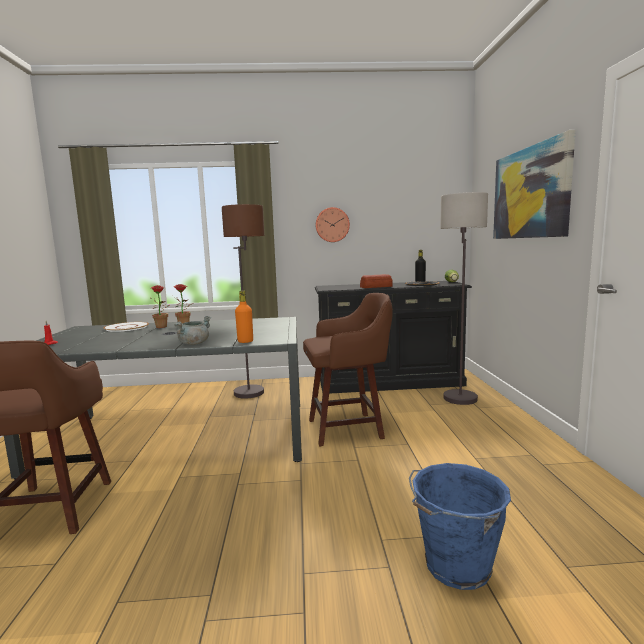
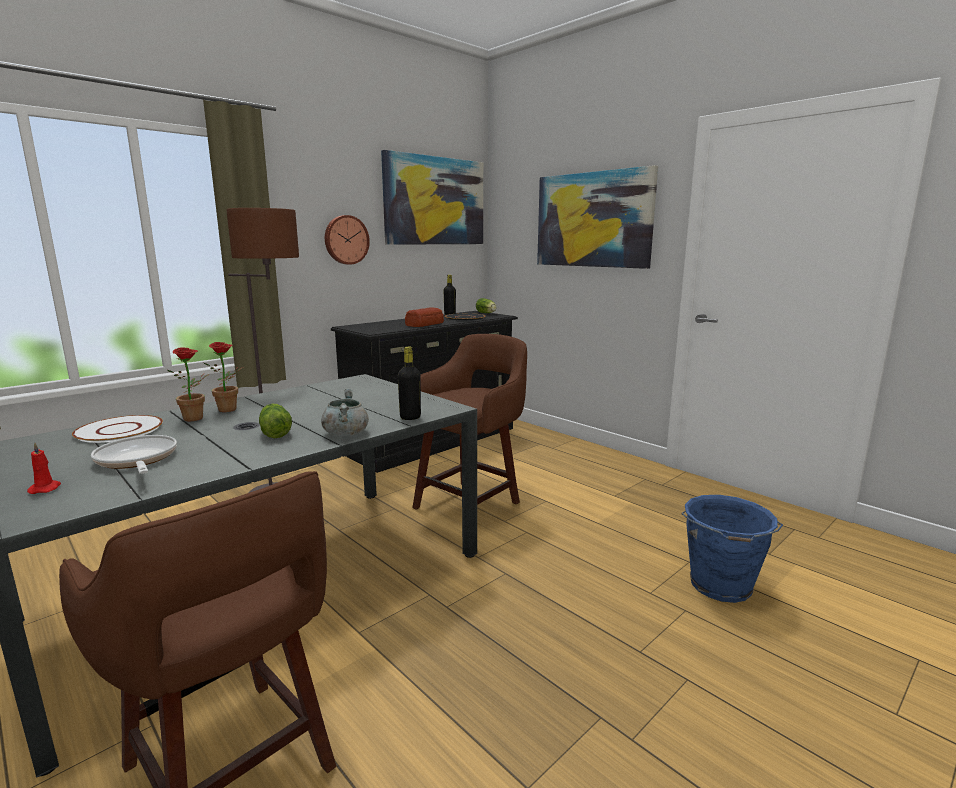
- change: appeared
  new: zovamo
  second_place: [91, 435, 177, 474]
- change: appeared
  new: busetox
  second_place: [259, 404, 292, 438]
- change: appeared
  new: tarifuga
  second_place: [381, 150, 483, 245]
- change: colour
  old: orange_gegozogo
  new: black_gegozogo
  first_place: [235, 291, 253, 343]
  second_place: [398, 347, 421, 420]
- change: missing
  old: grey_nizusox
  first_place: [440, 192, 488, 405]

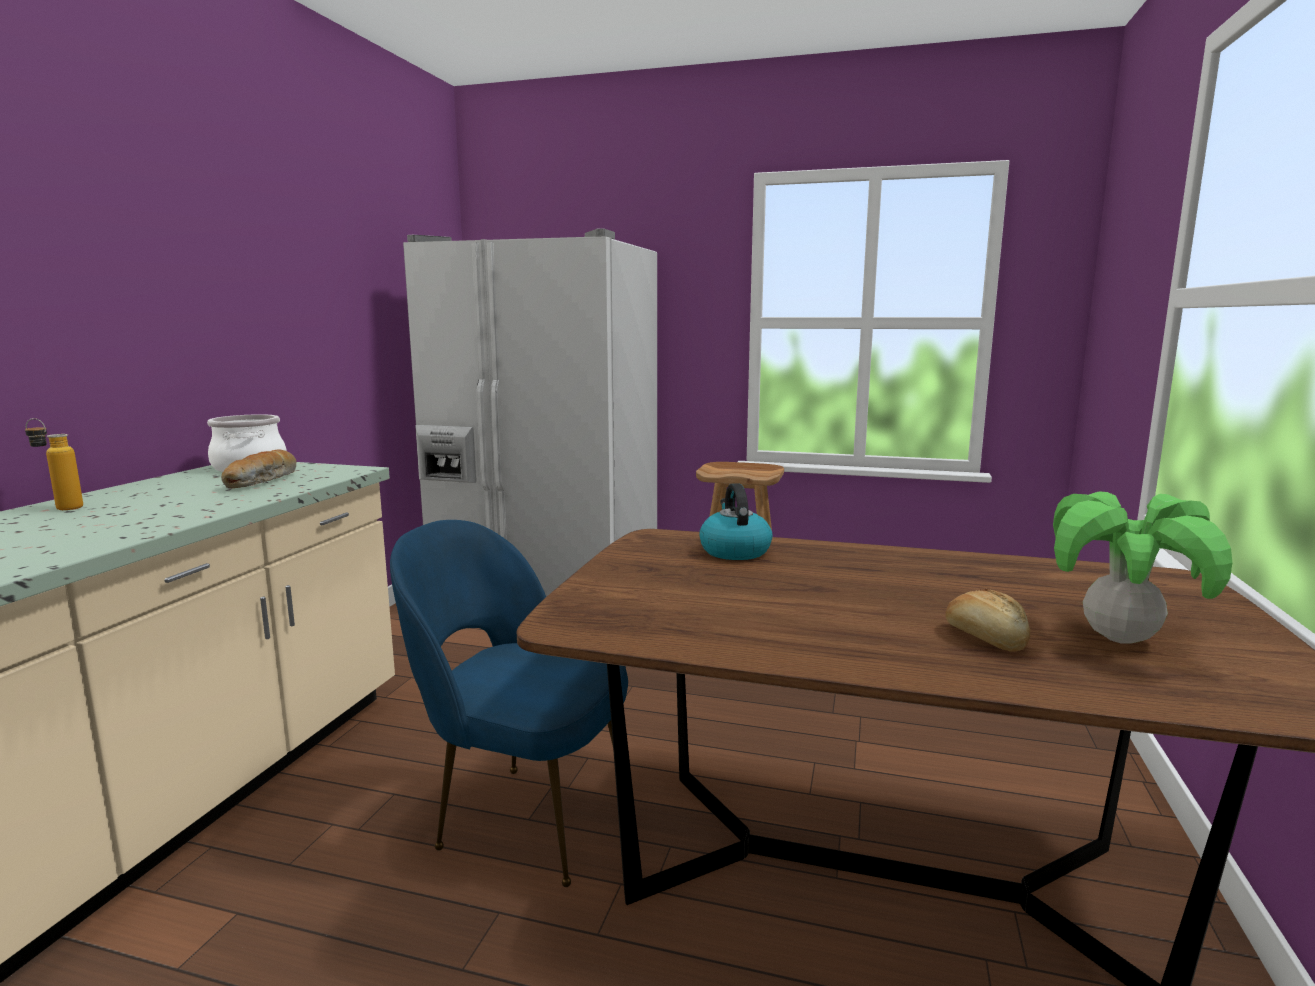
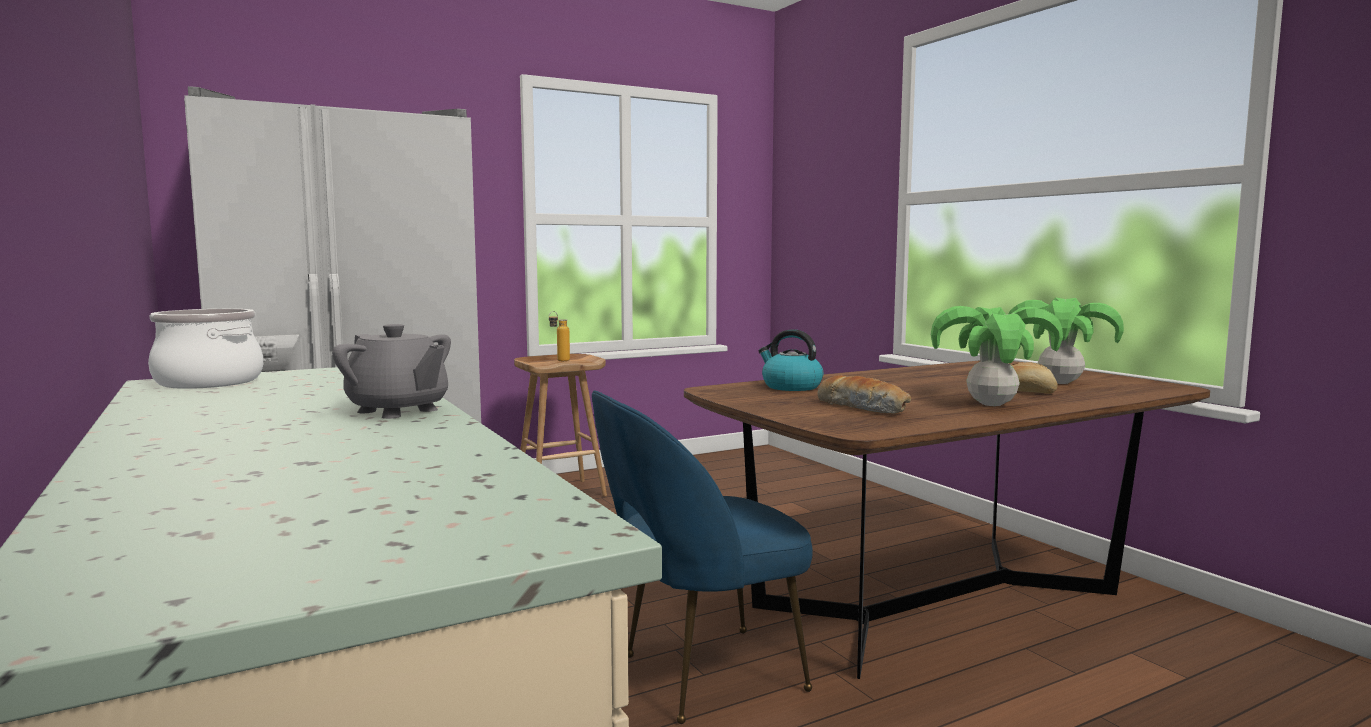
- change: appeared
  new: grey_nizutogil
  second_place: [332, 324, 451, 419]
- change: relocated
  old: gegozogo
  first_place: [25, 418, 83, 510]
  second_place: [549, 311, 570, 361]
- change: relocated
  old: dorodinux
  first_place: [221, 449, 297, 488]
  second_place: [818, 375, 911, 414]
- change: appeared
  new: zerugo
  second_place: [930, 306, 1063, 406]

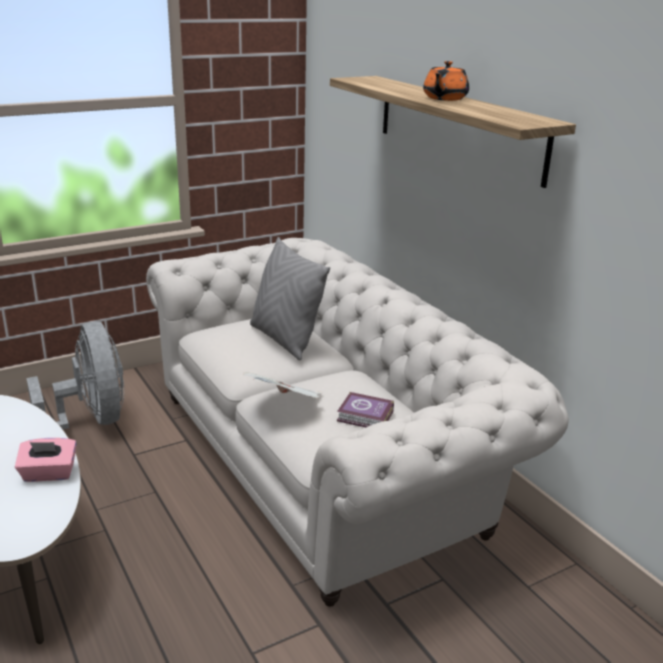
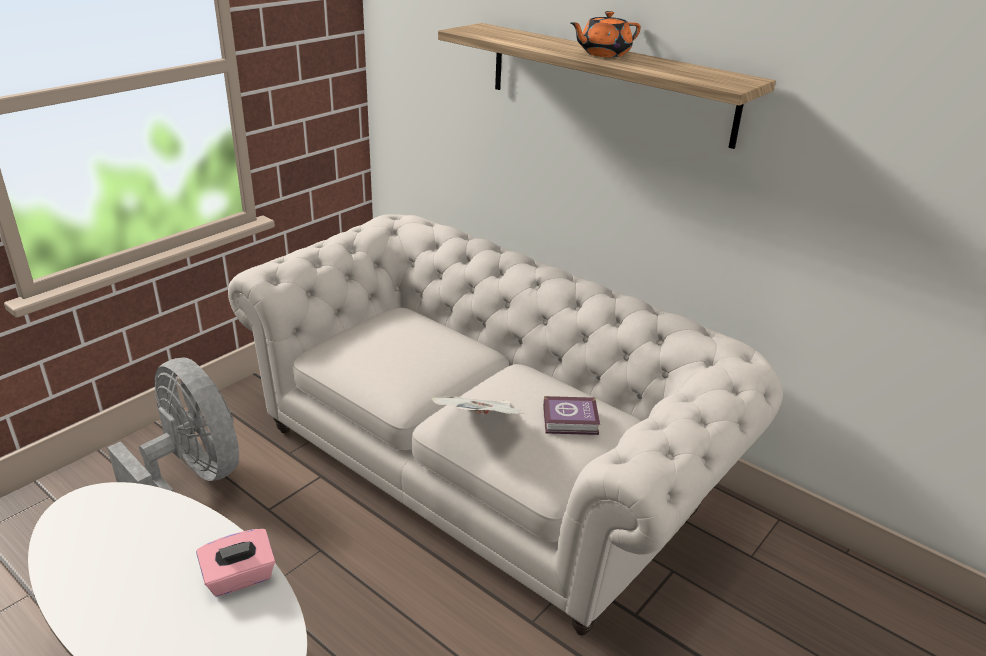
- change: spun
  old: orange_nizutogil
  first_place: [423, 61, 469, 101]
  second_place: [571, 11, 641, 57]
  degrees: 60
- change: missing
  old: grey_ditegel
  first_place: [250, 237, 330, 360]

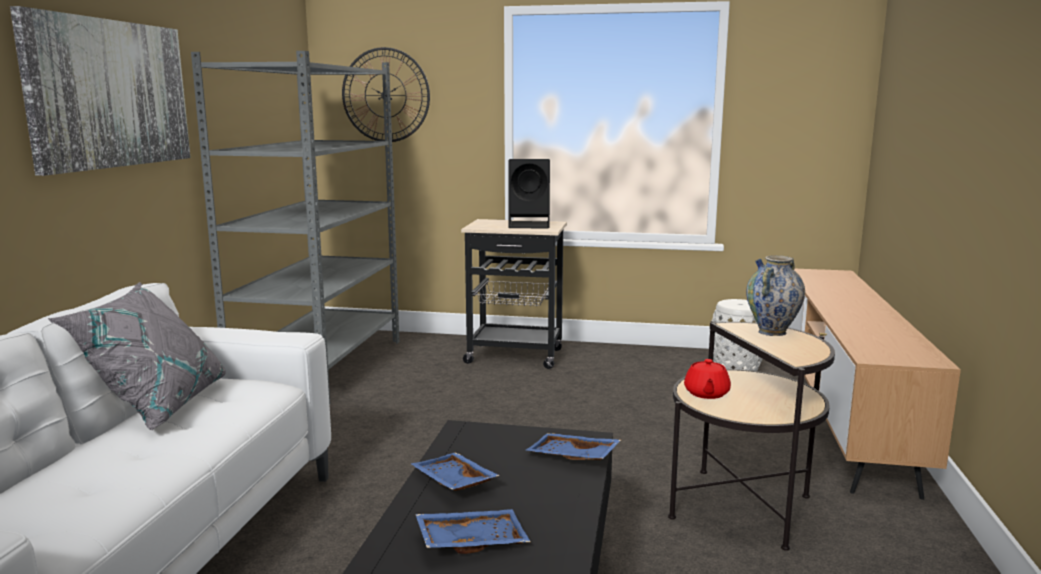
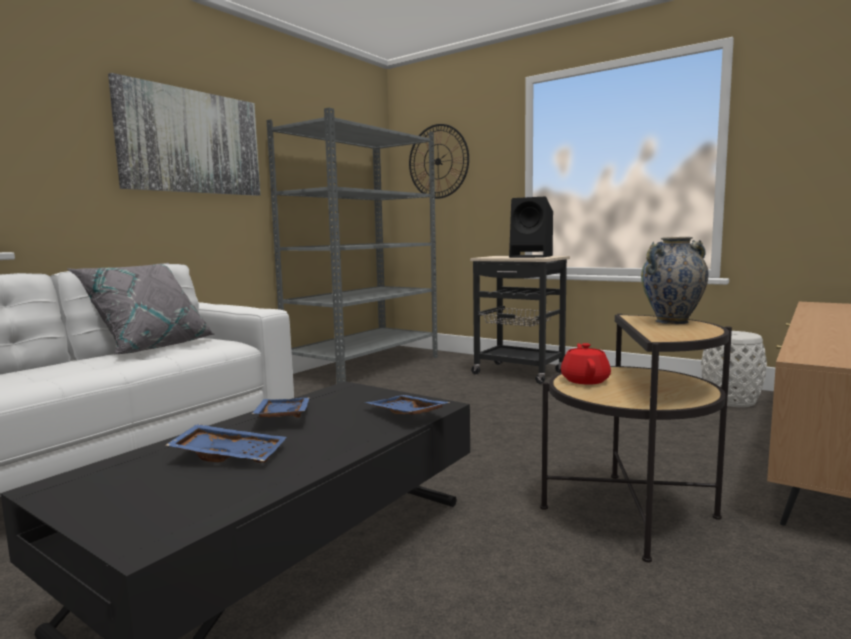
- change: spun
  old: red_nizutogil
  first_place: [684, 359, 731, 399]
  second_place: [561, 343, 611, 385]
  degrees: 150

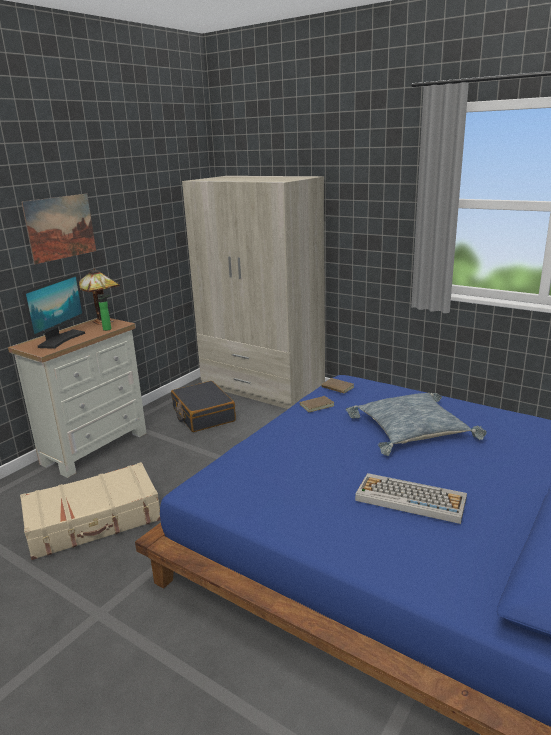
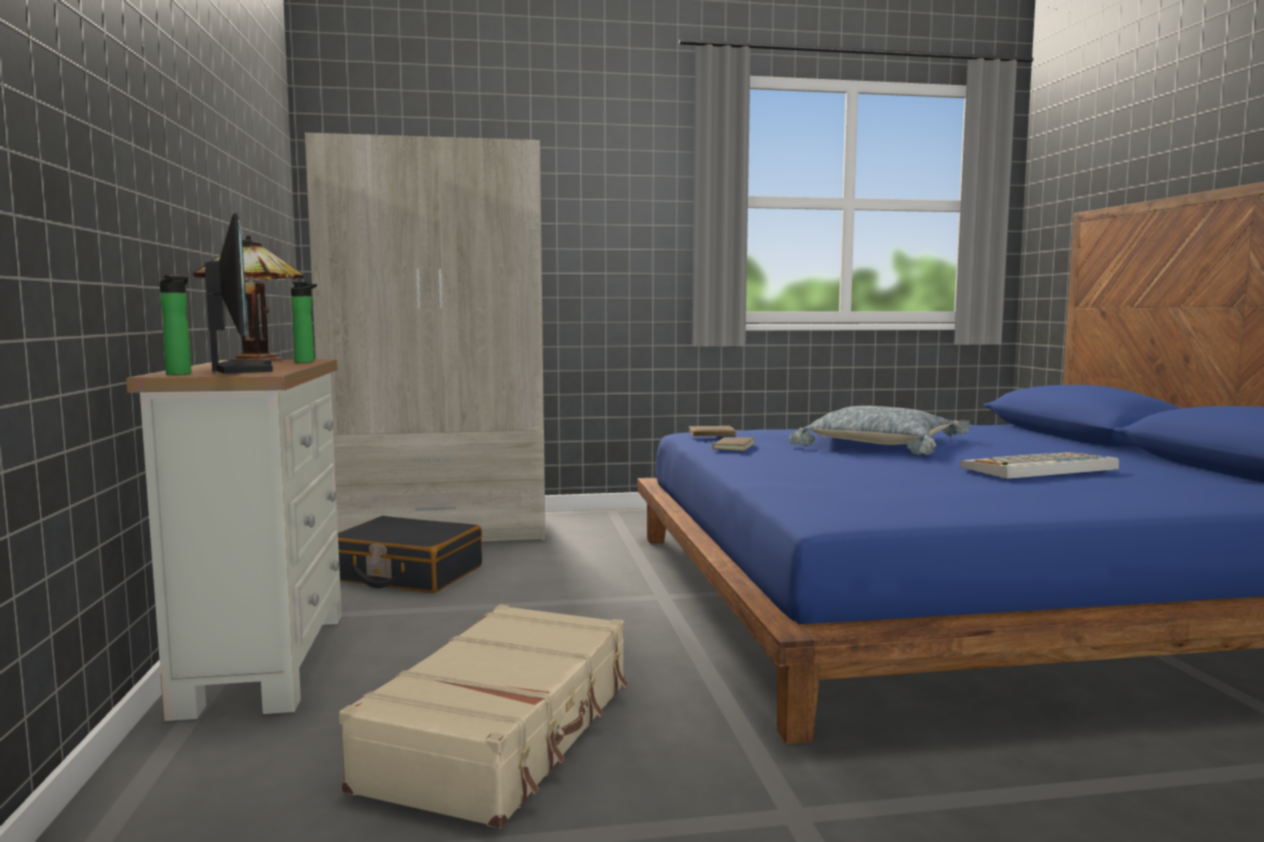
- change: appeared
  new: gegozogo
  second_place: [160, 275, 191, 375]
- change: missing
  old: tarifuga
  first_place: [21, 194, 96, 264]

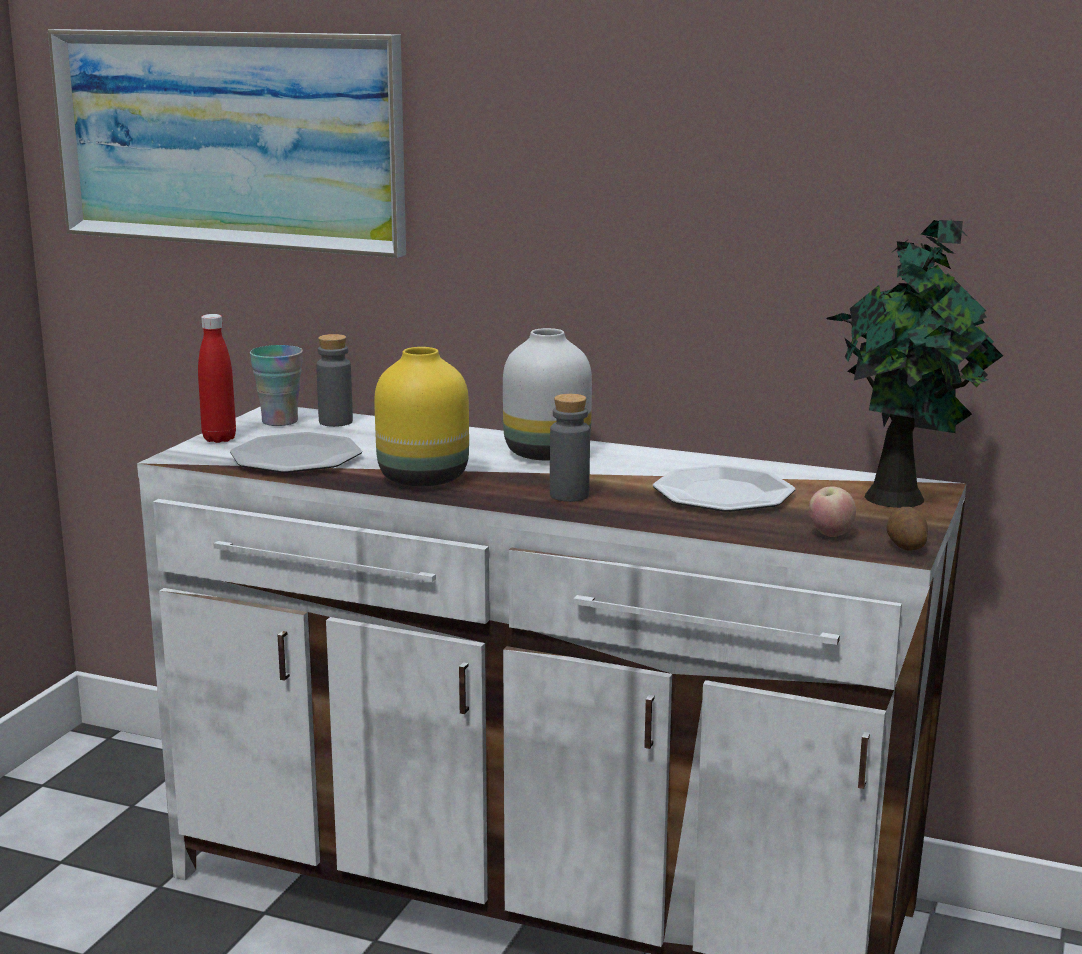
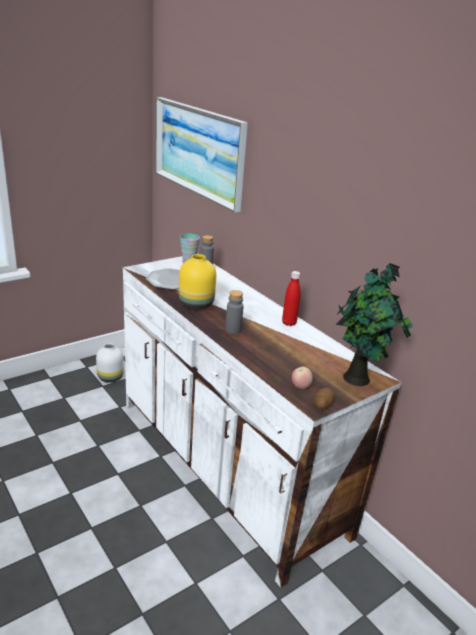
- change: relocated
  old: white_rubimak
  first_place: [503, 328, 592, 461]
  second_place: [96, 343, 124, 383]
- change: relocated
  old: red_gegozogo
  first_place: [198, 314, 236, 443]
  second_place: [282, 271, 301, 326]
- change: missing
  old: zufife
  first_place: [653, 465, 795, 512]

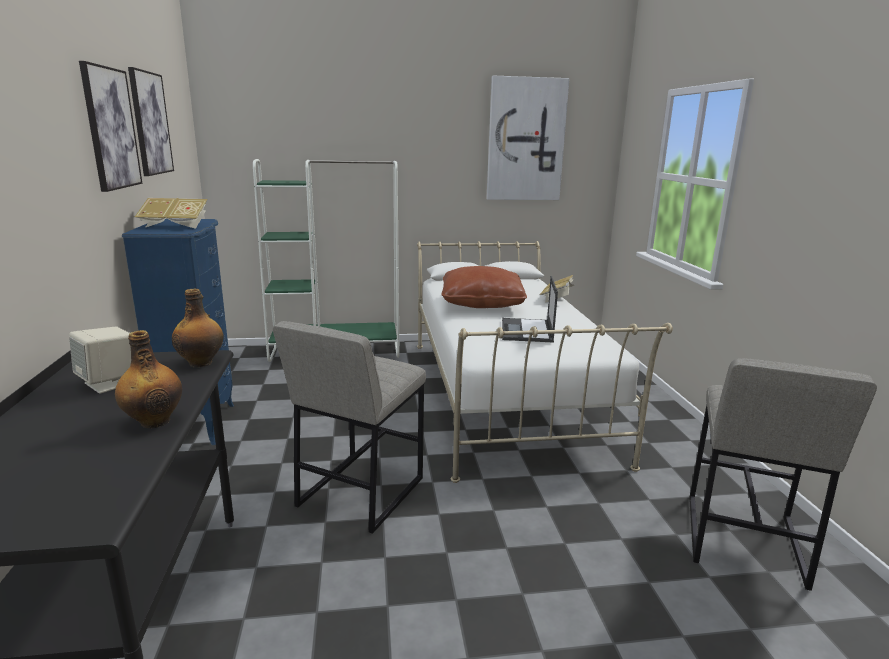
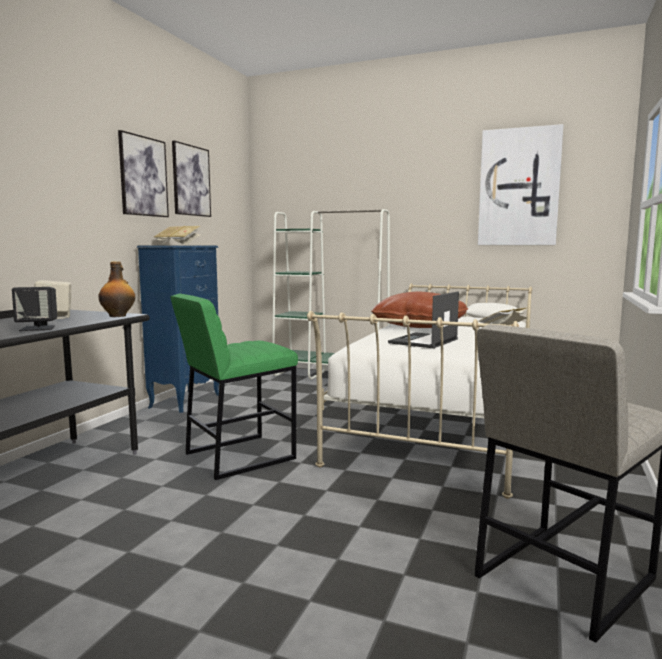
- change: exchanged
  old: gegozogo
  new: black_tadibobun
  first_place: [115, 330, 182, 428]
  second_place: [12, 287, 57, 331]
- change: colour
  old: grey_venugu
  new: green_venugu
  first_place: [273, 321, 426, 534]
  second_place: [171, 294, 298, 480]

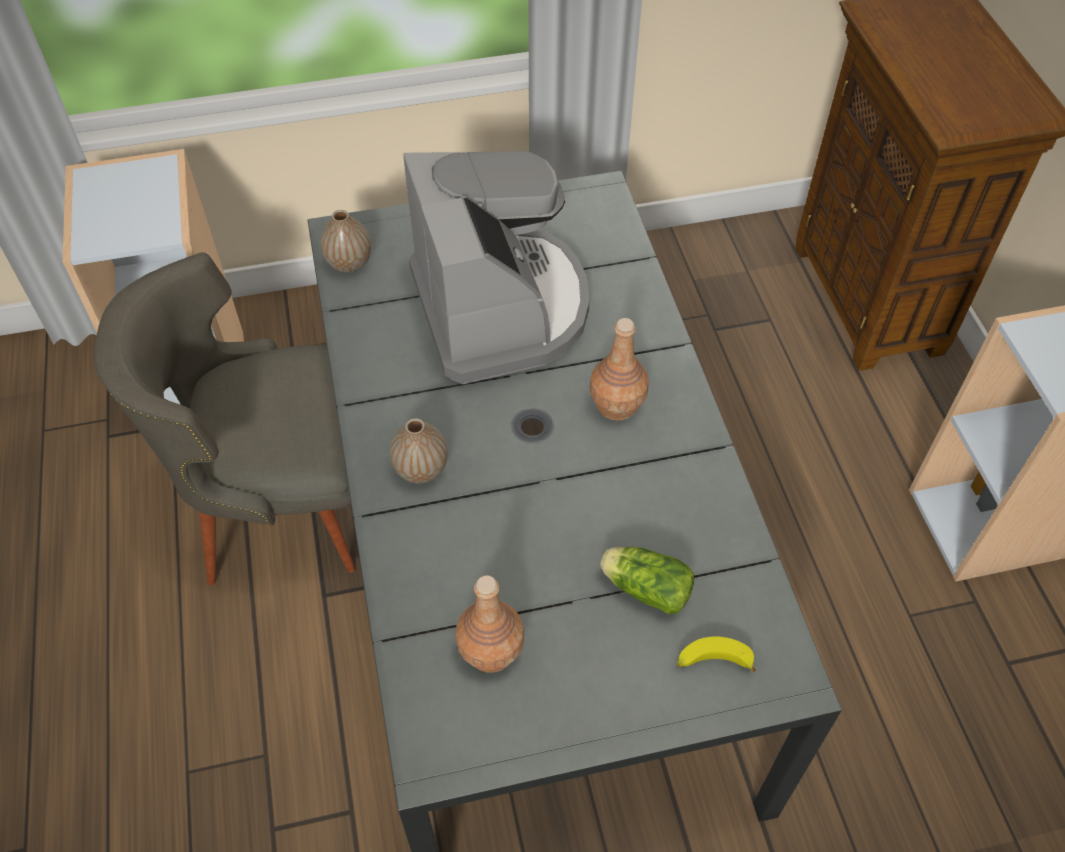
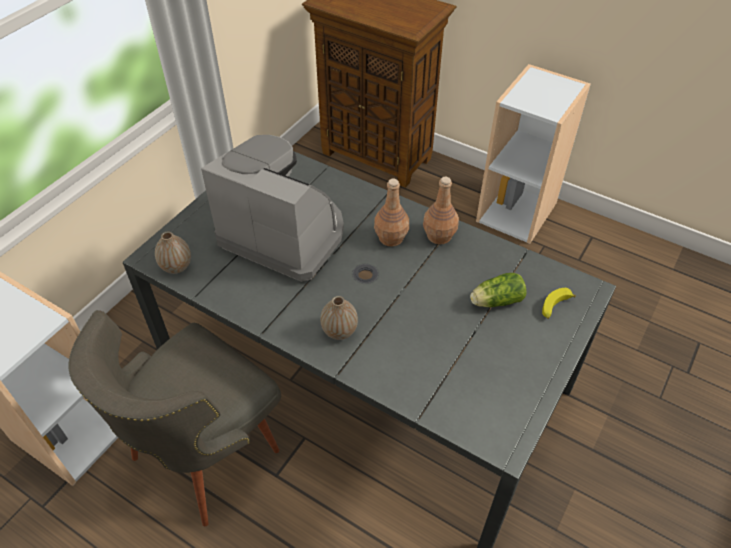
- change: relocated
  old: brown_gegozogo
  first_place: [456, 575, 524, 673]
  second_place: [423, 177, 459, 244]

